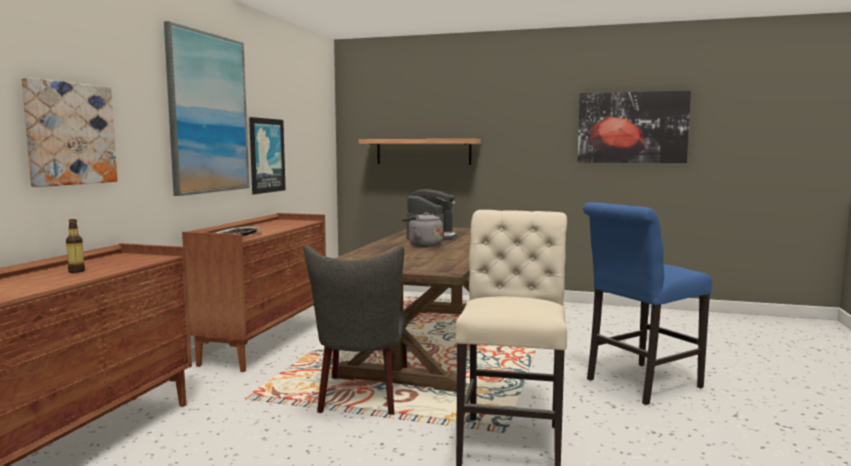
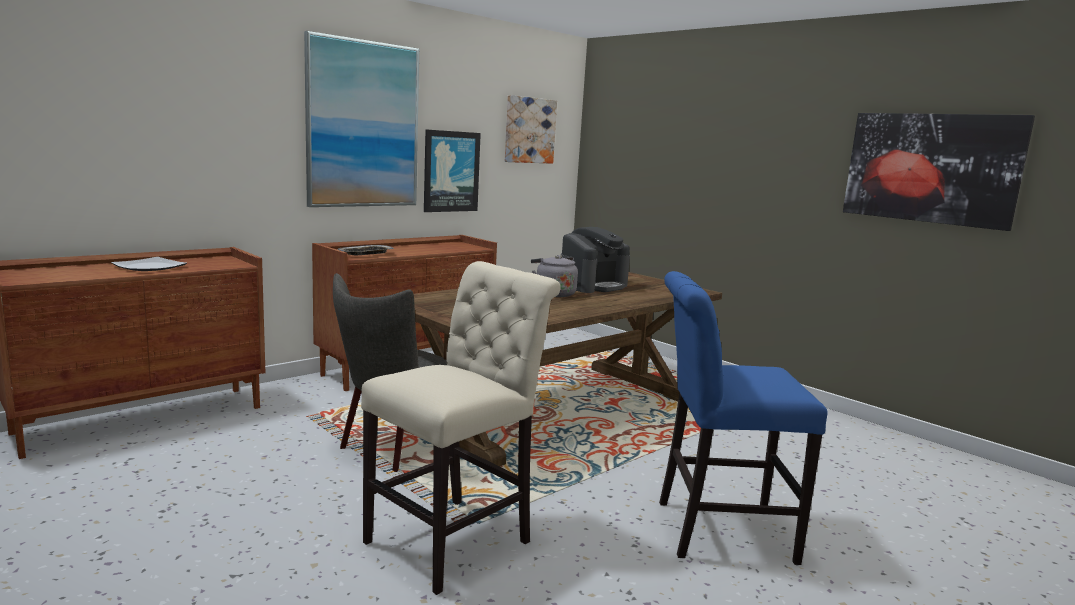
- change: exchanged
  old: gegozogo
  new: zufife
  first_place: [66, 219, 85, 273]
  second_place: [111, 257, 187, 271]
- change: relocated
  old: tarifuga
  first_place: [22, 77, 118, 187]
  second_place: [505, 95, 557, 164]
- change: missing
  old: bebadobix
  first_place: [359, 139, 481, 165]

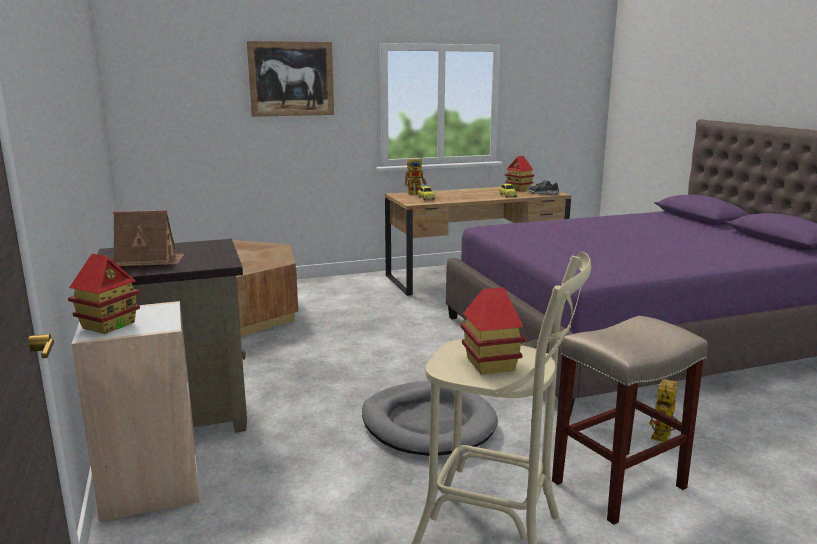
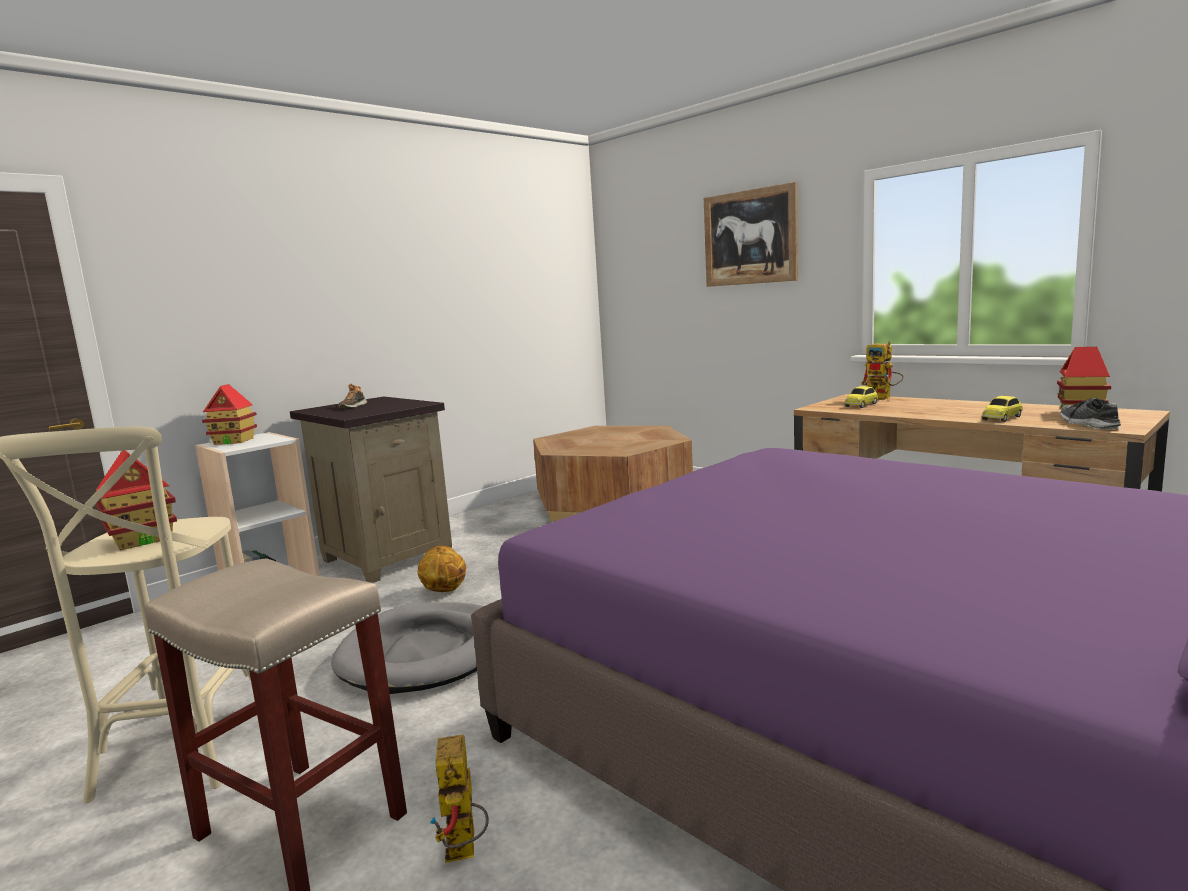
- change: exchanged
  old: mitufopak
  new: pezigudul
  first_place: [113, 210, 185, 267]
  second_place: [339, 384, 367, 408]
- change: appeared
  new: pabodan
  second_place: [418, 546, 466, 592]
- change: spun
  old: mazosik
  first_place: [649, 379, 678, 442]
  second_place: [429, 734, 489, 863]
  degrees: -105

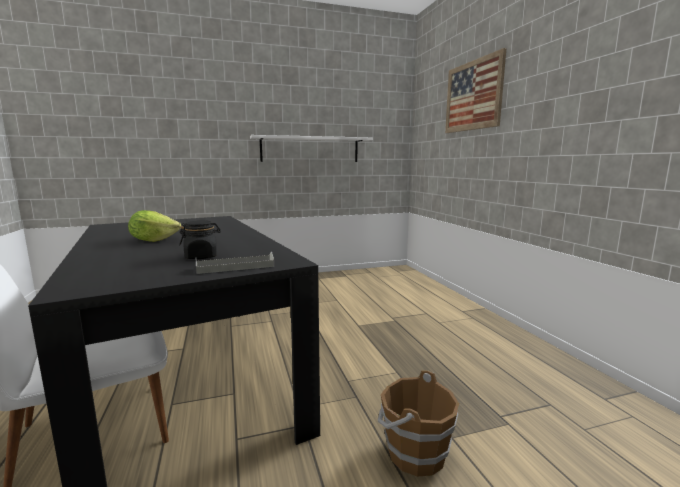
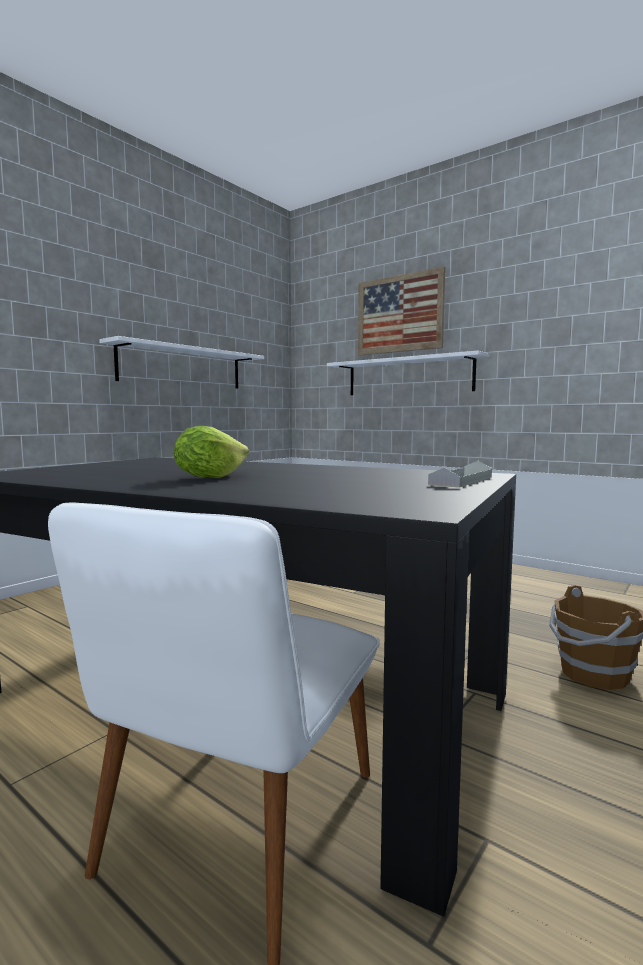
- change: appeared
  new: white_bebadobix
  second_place: [327, 351, 490, 395]
- change: missing
  old: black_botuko
  first_place: [179, 220, 221, 259]

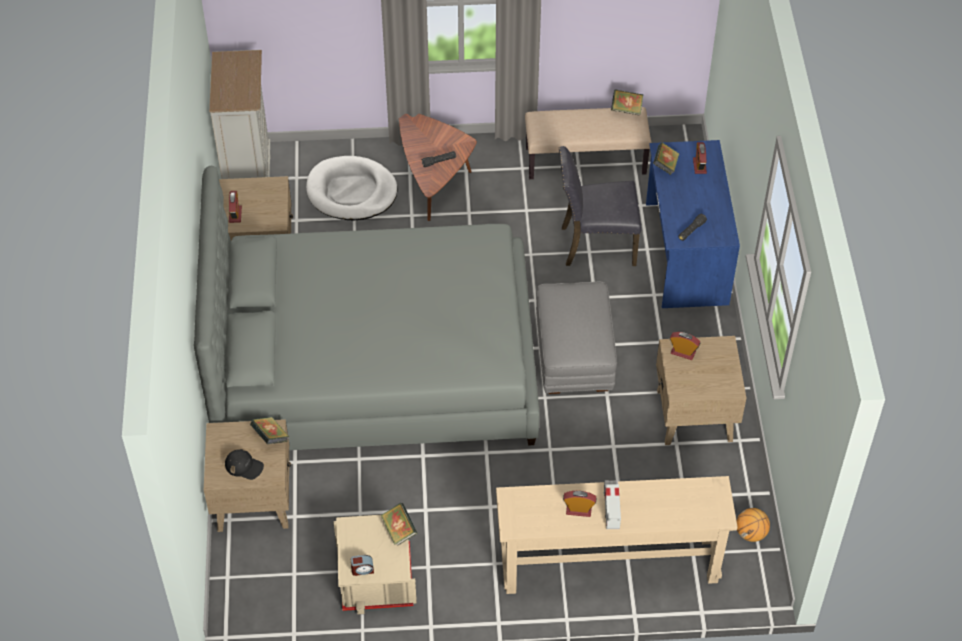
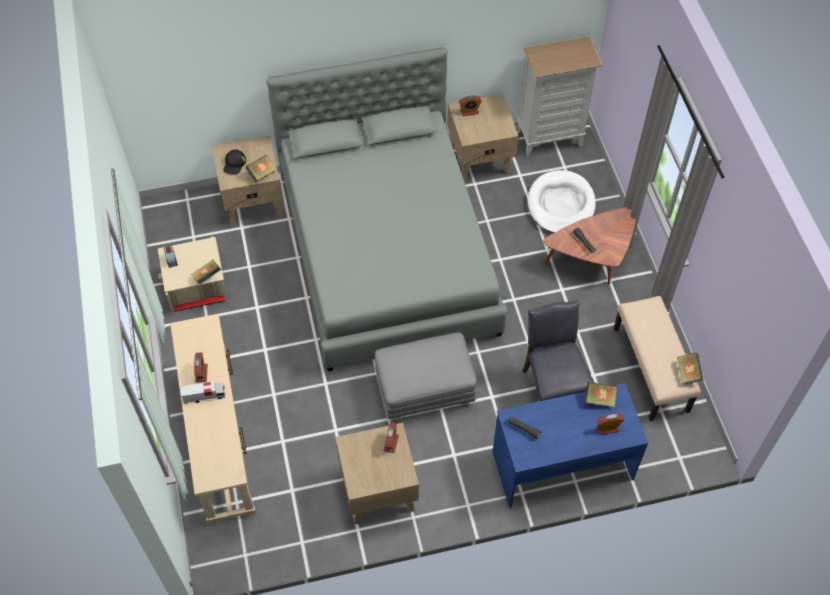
- change: missing
  old: pabodan
  first_place: [737, 508, 770, 542]

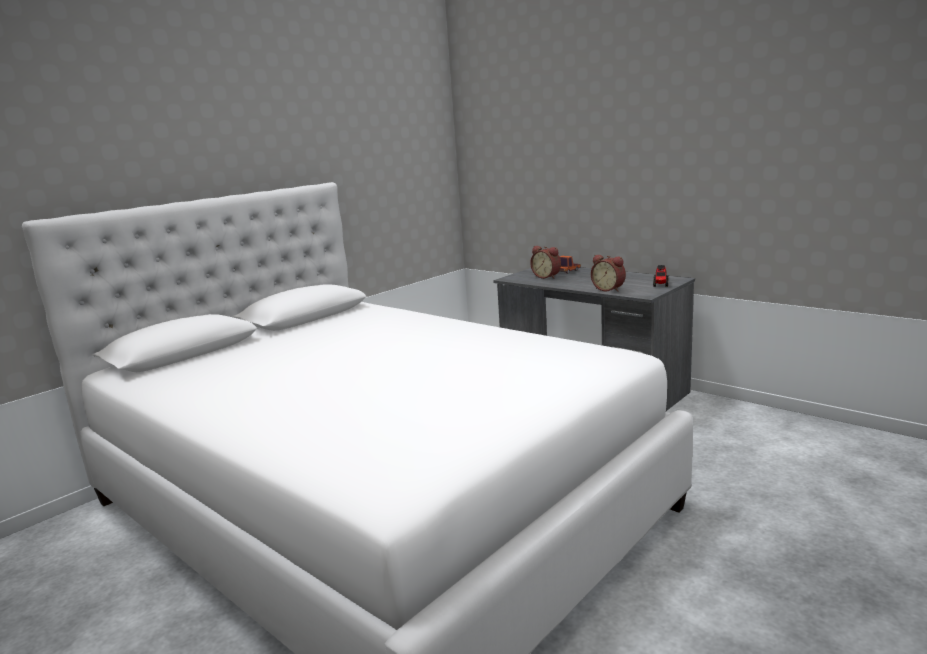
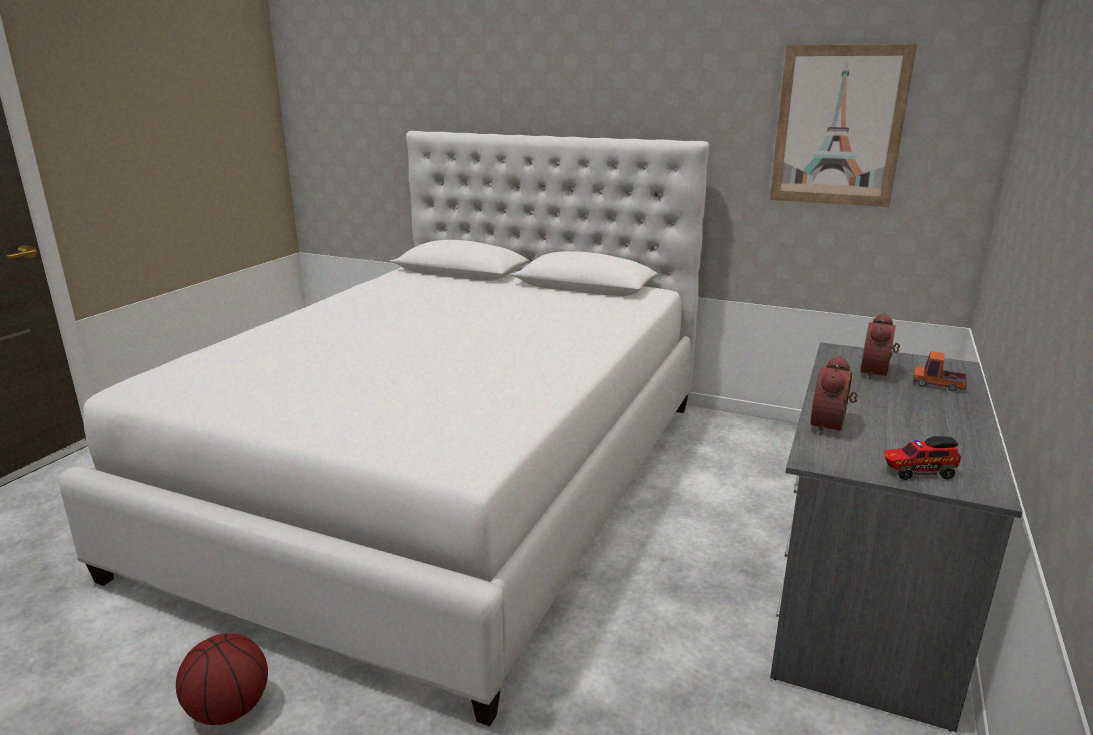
- change: appeared
  new: pabodan
  second_place: [176, 633, 268, 725]
- change: appeared
  new: tarifuga
  second_place: [770, 44, 917, 207]

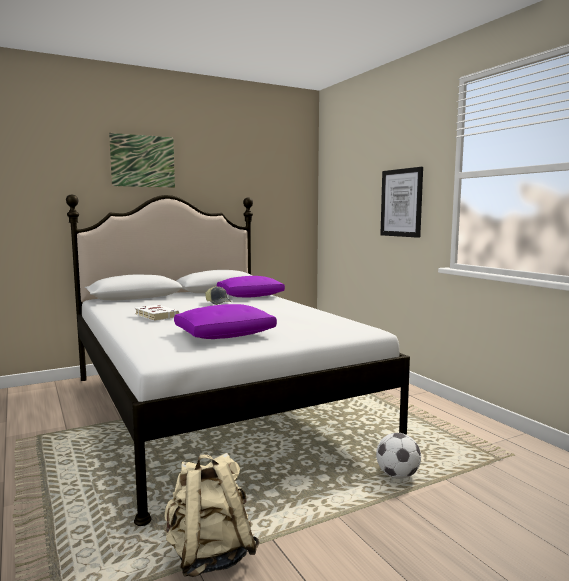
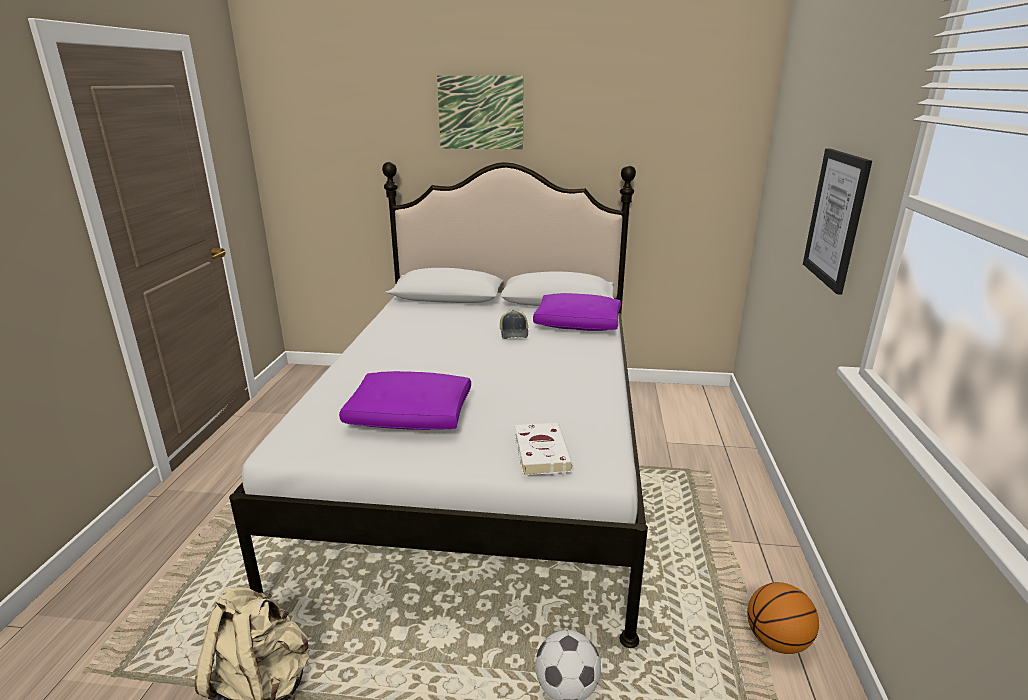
- change: relocated
  old: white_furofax
  first_place: [135, 305, 180, 321]
  second_place: [515, 423, 573, 475]
- change: appeared
  new: pabodan
  second_place: [747, 582, 819, 654]

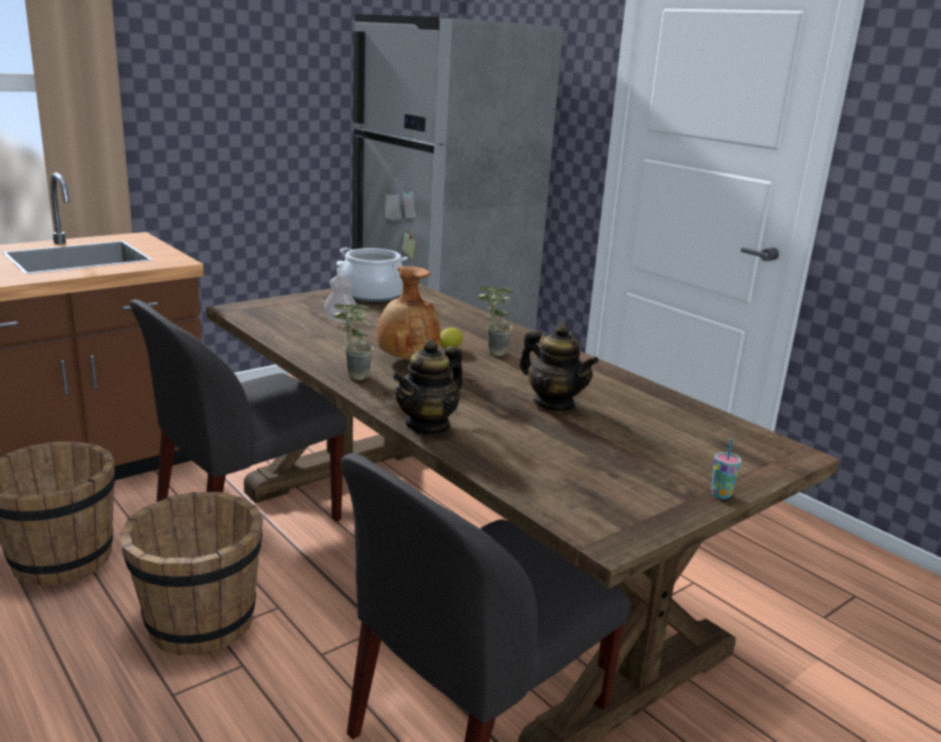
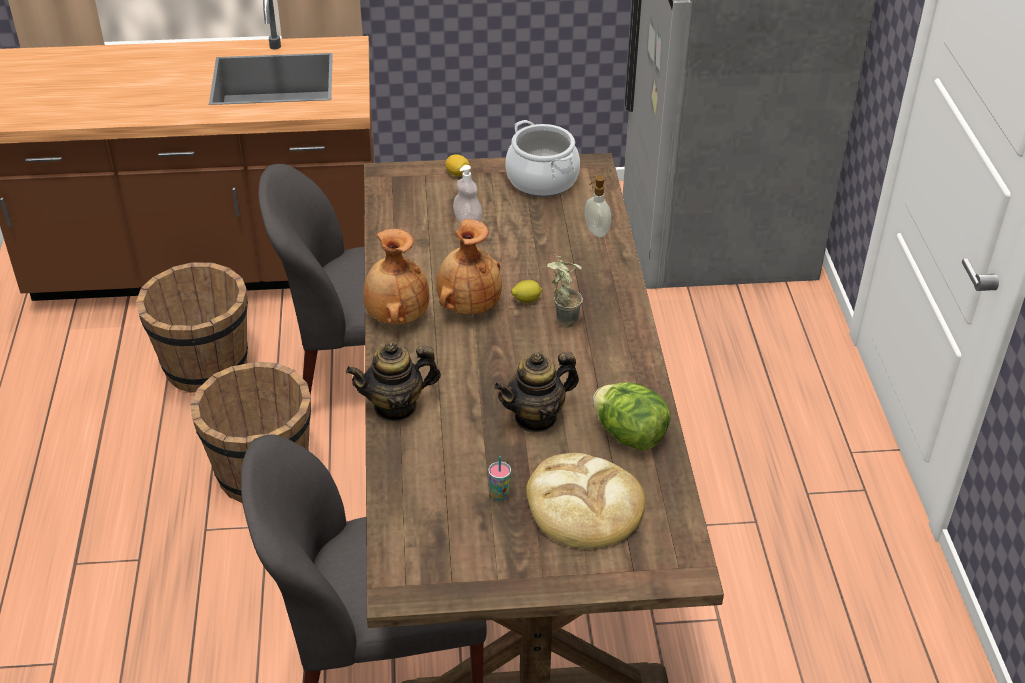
- change: exchanged
  old: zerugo
  new: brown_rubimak
  first_place: [333, 304, 374, 380]
  second_place: [363, 229, 429, 324]
- change: appeared
  new: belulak
  second_place: [446, 154, 469, 176]
- change: relocated
  old: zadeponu
  first_place: [711, 439, 742, 499]
  second_place: [488, 456, 511, 501]
- change: spun
  old: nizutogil
  first_place: [520, 324, 599, 411]
  second_place: [494, 352, 579, 433]
  degrees: 75
- change: appeared
  new: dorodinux
  second_place: [526, 453, 645, 549]
- change: appeared
  new: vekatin
  second_place: [585, 176, 611, 237]
- change: appeared
  new: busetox
  second_place: [593, 382, 671, 451]

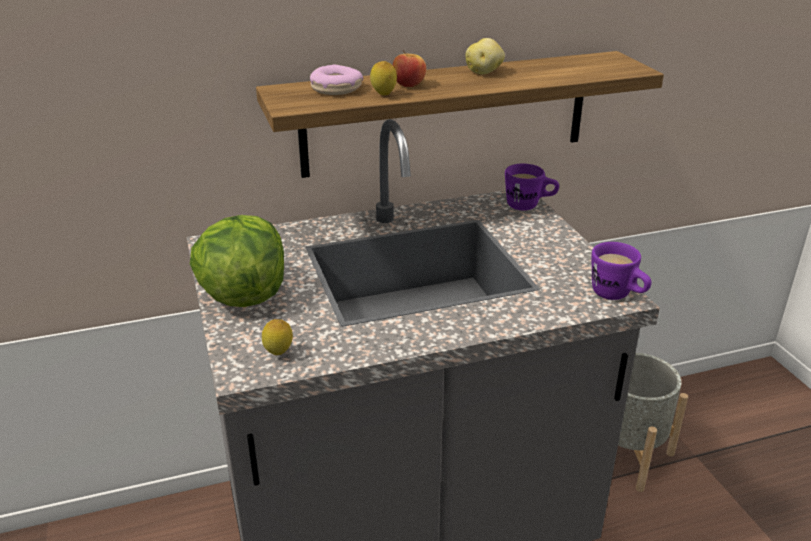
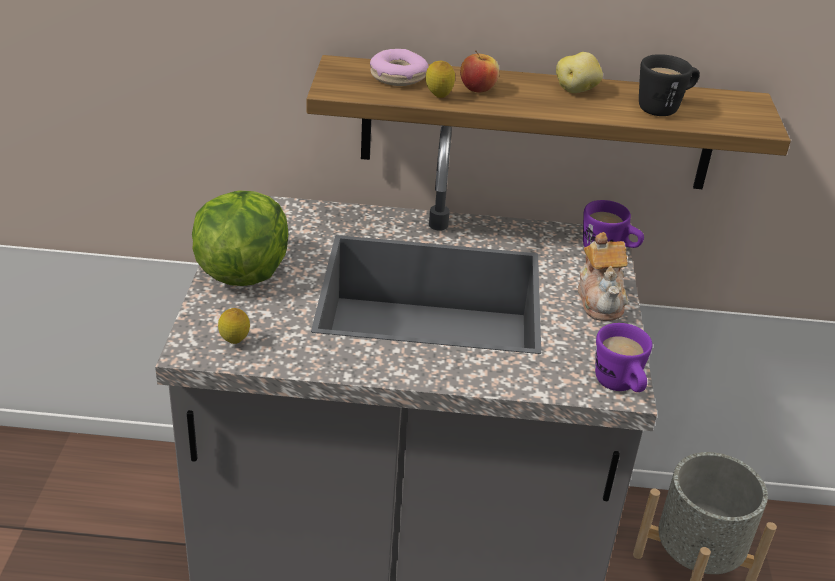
- change: appeared
  new: nizutogil
  second_place: [578, 232, 628, 321]
- change: appeared
  new: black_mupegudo
  second_place: [639, 54, 700, 116]

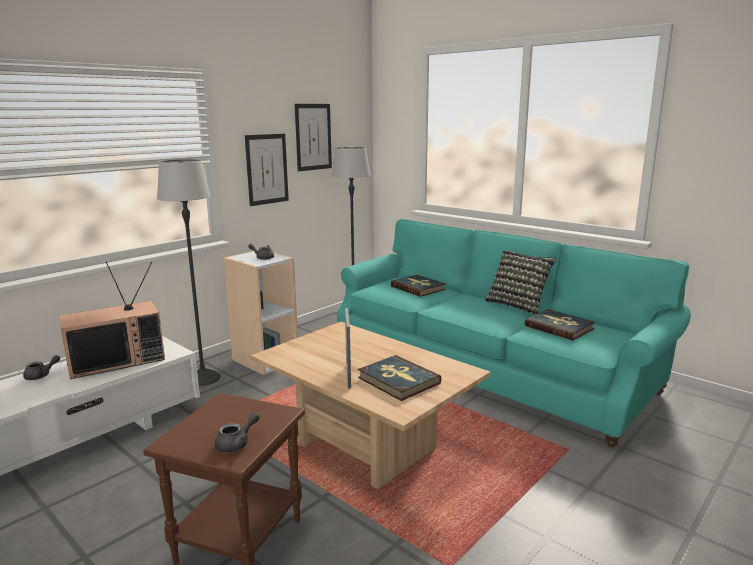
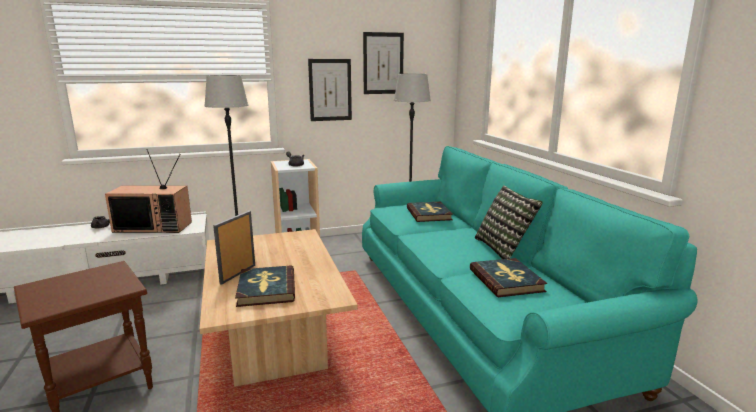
- change: missing
  old: grey_nizutogil
  first_place: [215, 412, 260, 453]

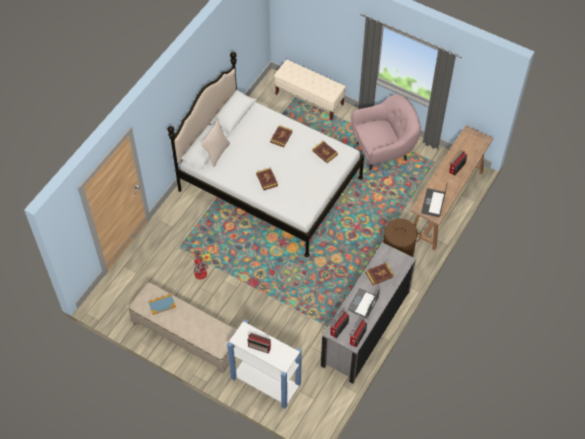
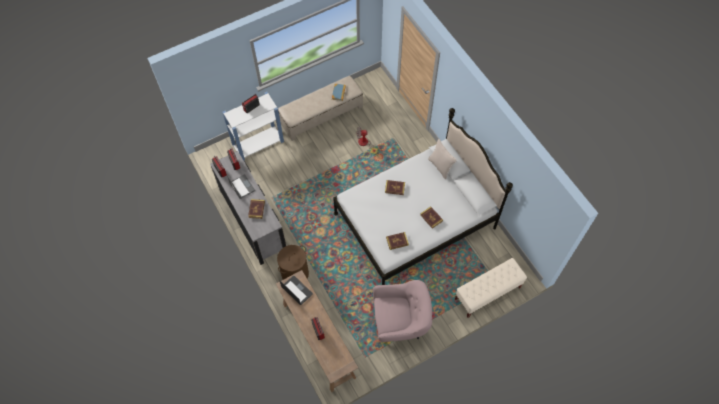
- change: spun
  old: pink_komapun
  first_place: [351, 94, 421, 170]
  second_place: [373, 280, 432, 342]
  degrees: -105

